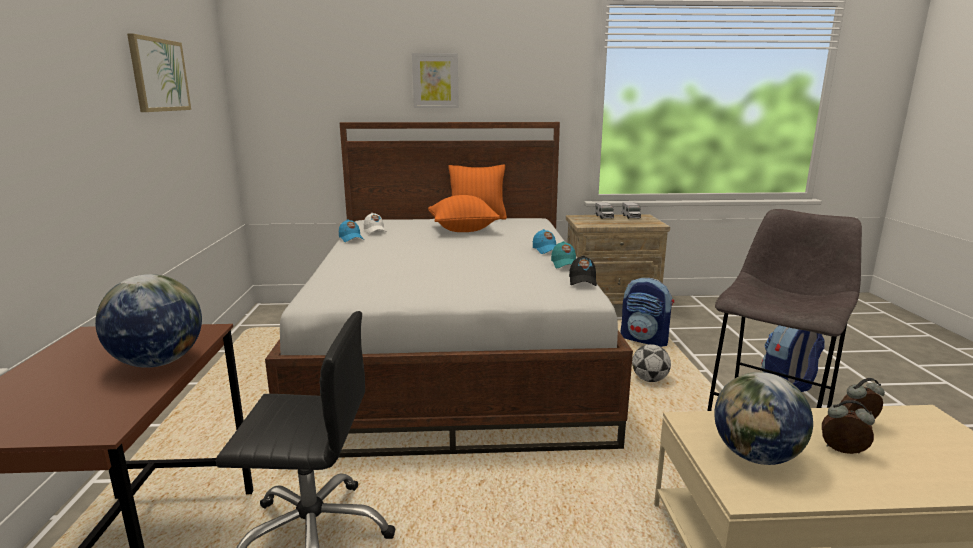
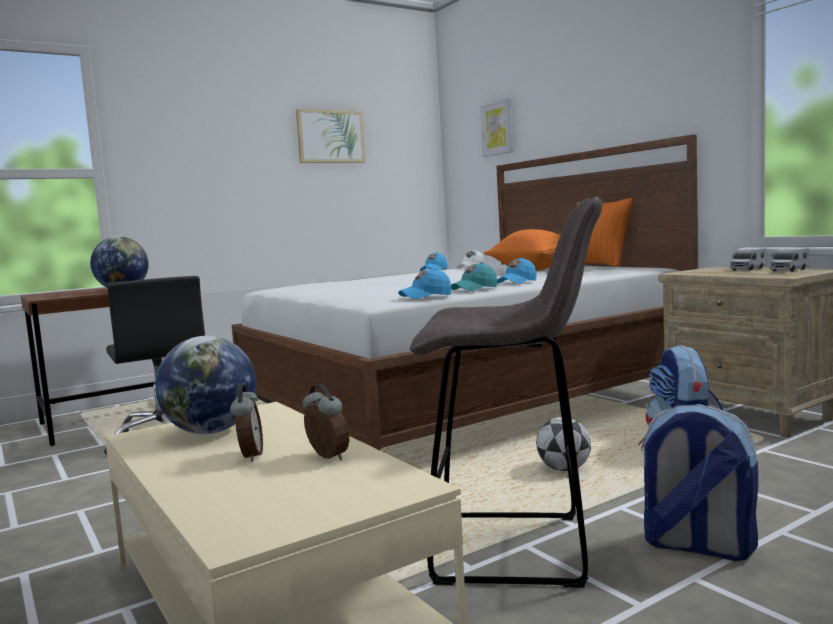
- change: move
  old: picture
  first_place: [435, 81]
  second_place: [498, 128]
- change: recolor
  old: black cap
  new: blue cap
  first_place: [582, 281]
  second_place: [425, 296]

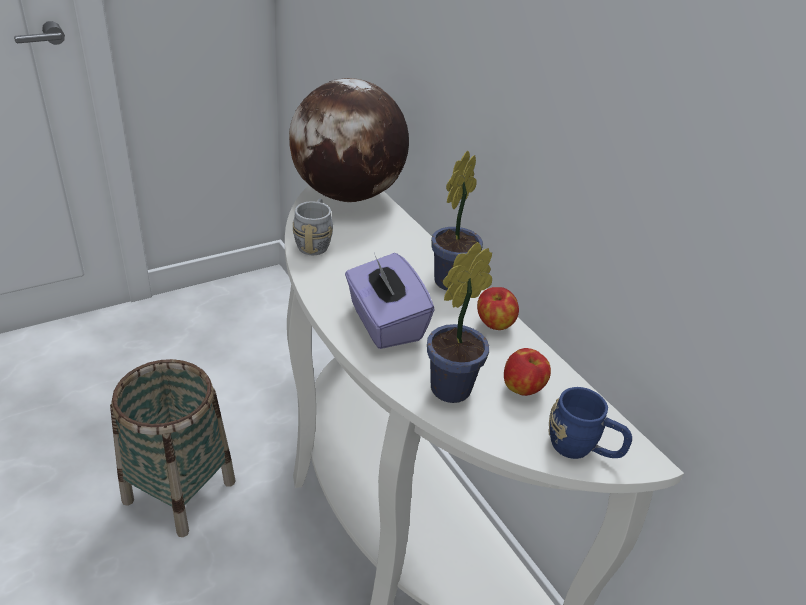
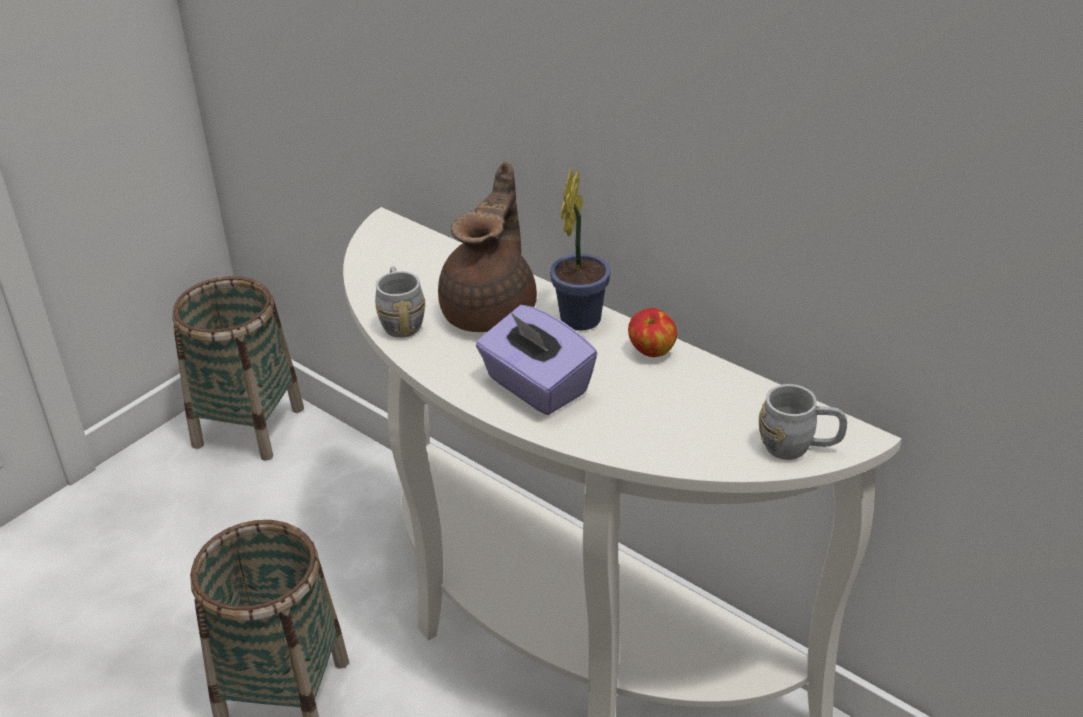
- change: delete
  old: globe
  first_place: [347, 195]
- change: delete
  old: potted plant
  first_place: [455, 386]
- change: delete
  old: apple
  first_place: [523, 388]
- change: insert
  new: basket
  second_place: [249, 426]
- change: insert
  new: brown teapot
  second_place: [492, 310]
- change: recolor
  old: blue mug
  new: grey mug
  first_place: [582, 449]
  second_place: [799, 447]

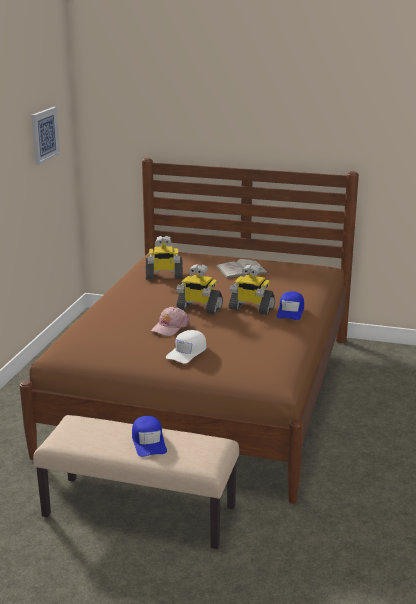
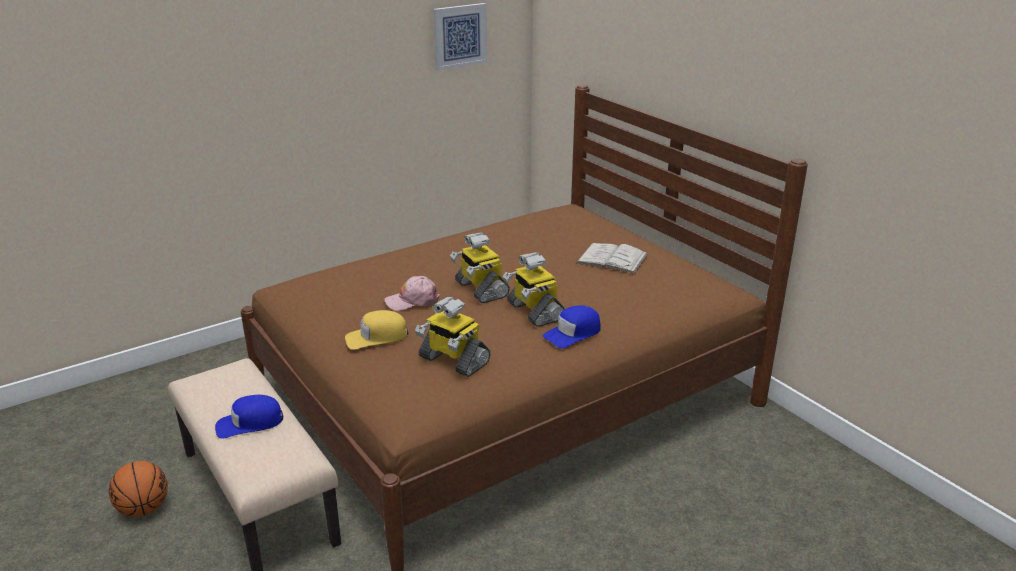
- change: insert
  new: basketball
  second_place: [144, 509]
- change: move
  old: toy robot
  first_place: [164, 276]
  second_place: [453, 361]
- change: recolor
  old: white cap
  new: yellow cap
  first_place: [187, 352]
  second_place: [376, 337]
- change: rotate
  old: blue cap
  first_place: [148, 442]
  second_place: [249, 423]
  degrees: 45

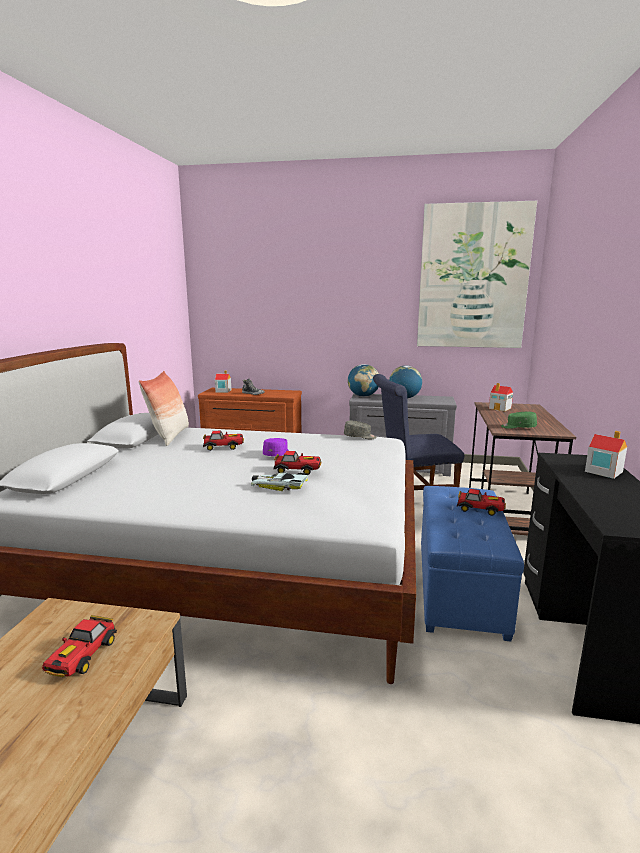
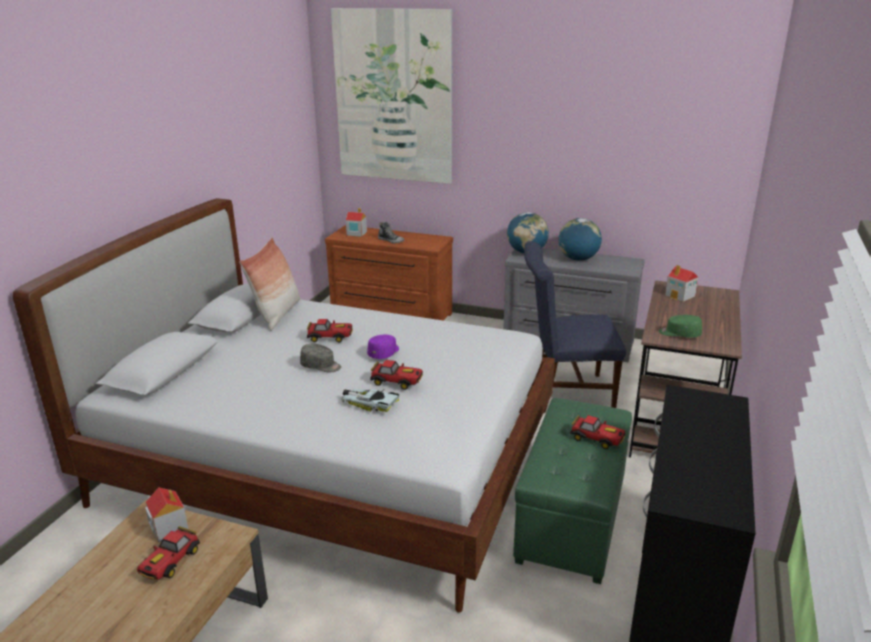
- change: move
  old: grey cap
  first_place: [360, 437]
  second_place: [321, 366]
- change: move
  old: picture
  first_place: [473, 277]
  second_place: [393, 97]
- change: move
  old: toy house
  first_place: [603, 471]
  second_place: [169, 527]
- change: recolor
  old: blue ottoman
  new: green ottoman
  first_place: [459, 589]
  second_place: [571, 518]

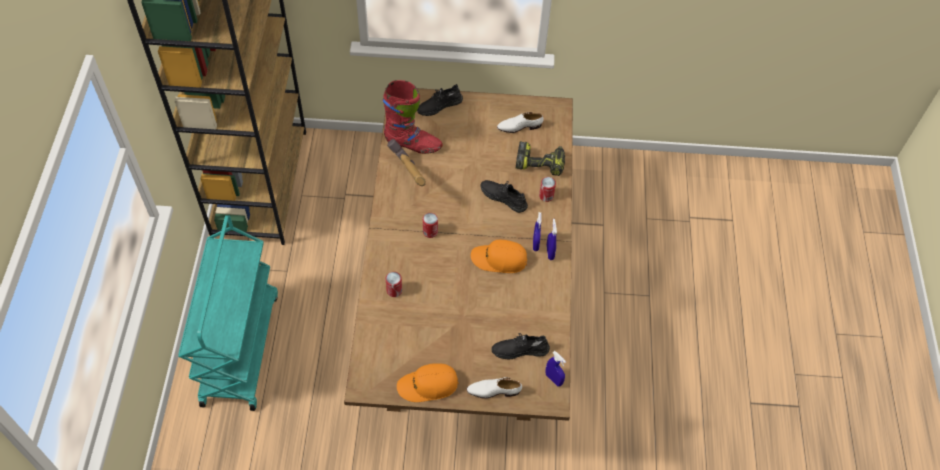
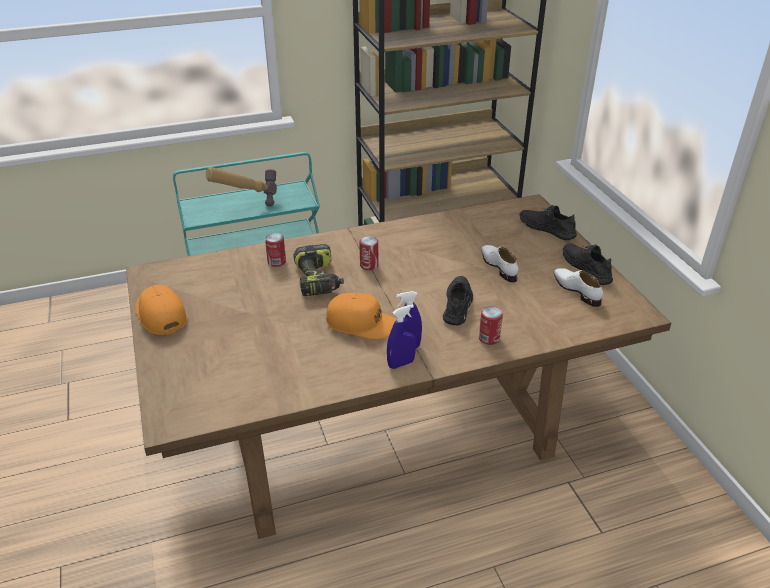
- change: delete
  old: red boot
  first_place: [413, 144]
- change: delete
  old: blue spray bottle
  first_place: [553, 379]
- change: move
  old: hammer
  first_place: [407, 184]
  second_place: [247, 209]
- change: move
  old: white shoe
  first_place: [493, 390]
  second_place: [499, 266]
- change: move
  old: black shoe
  first_place: [520, 349]
  second_place: [586, 268]
- change: move
  old: power drill
  first_place: [540, 162]
  second_place: [319, 280]
- change: rotate
  old: orange cap
  first_place: [499, 259]
  second_place: [363, 323]
  degrees: 120

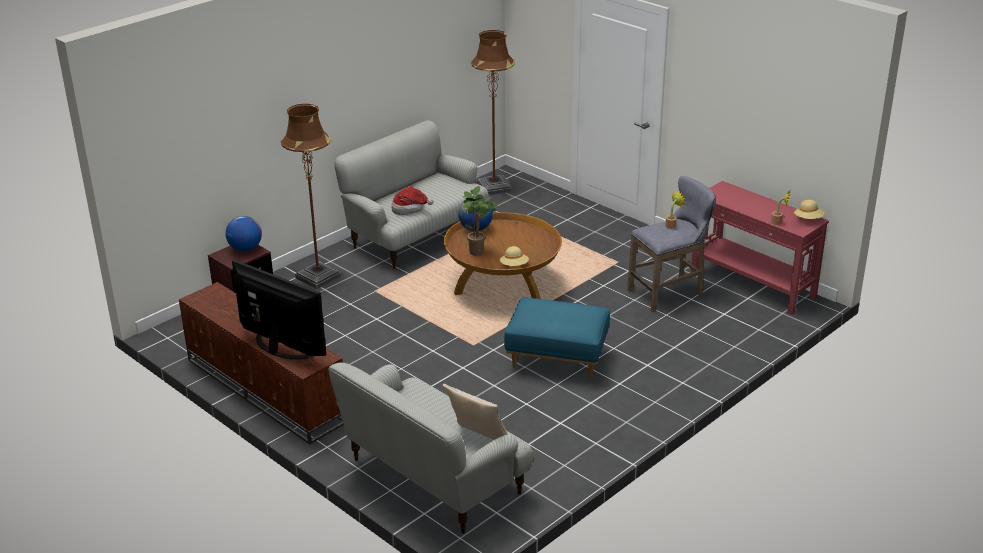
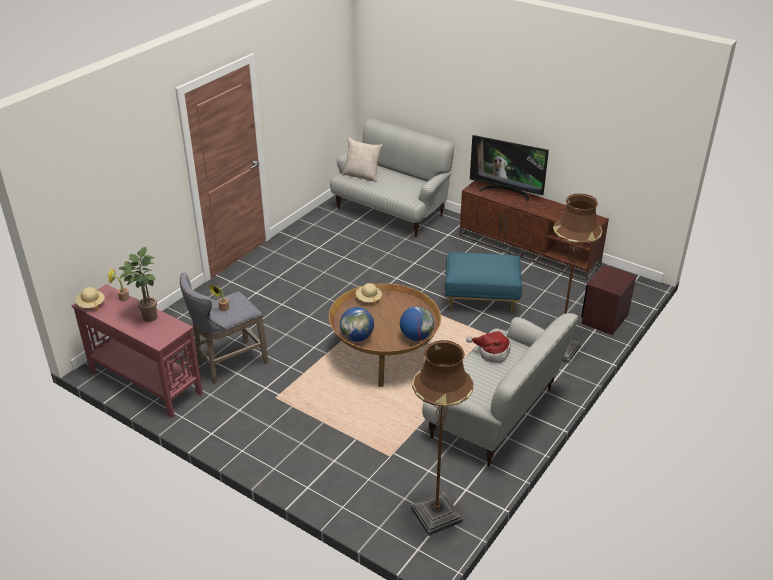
- change: move
  old: globe
  first_place: [245, 249]
  second_place: [357, 337]
- change: move
  old: potted plant
  first_place: [478, 253]
  second_place: [148, 316]
- change: move
  old: blue ottoman
  first_place: [556, 360]
  second_place: [481, 299]

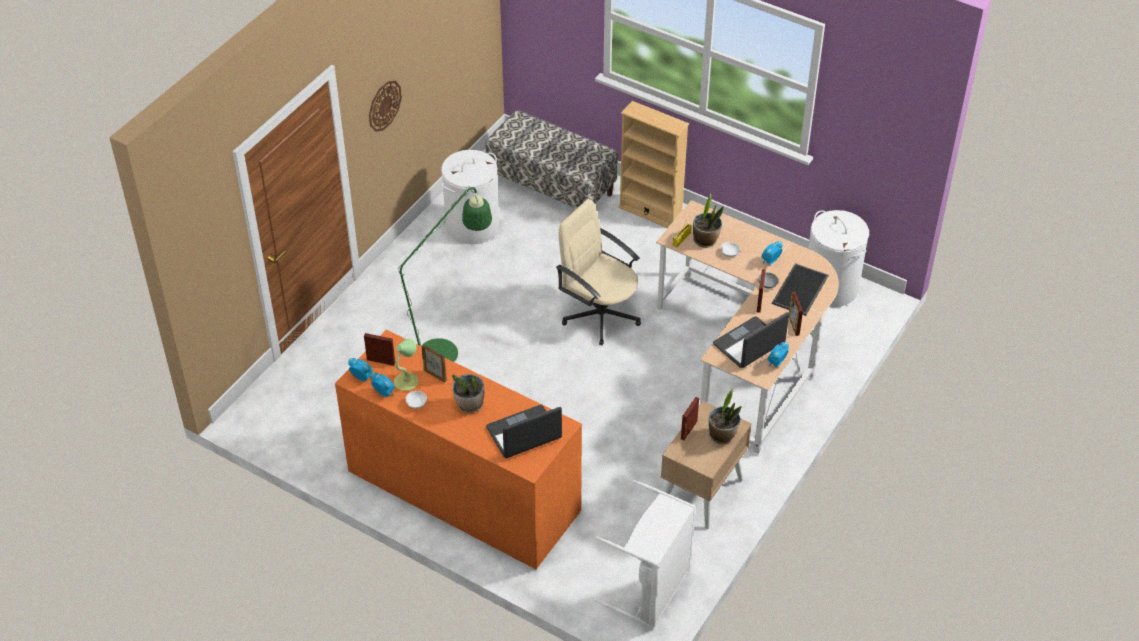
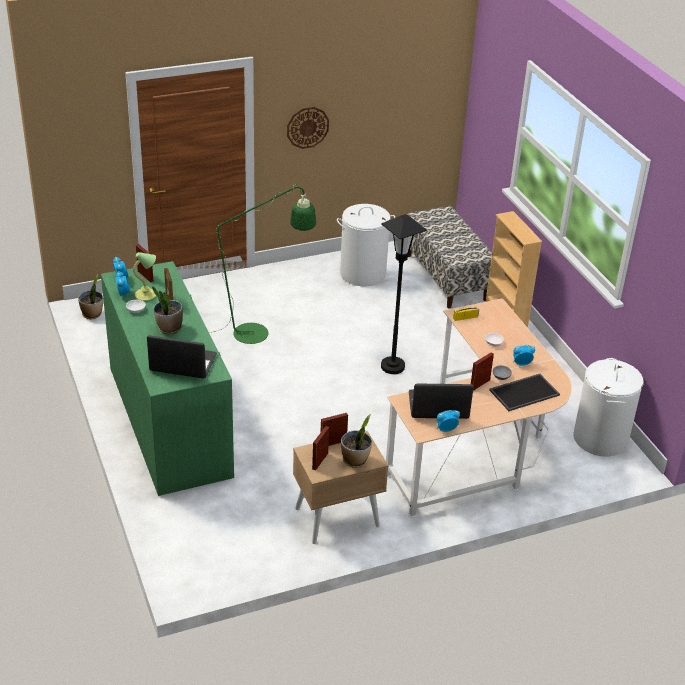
- change: delete
  old: white laundry basket
  first_place: [651, 590]
- change: move
  old: potted plant
  first_place: [705, 240]
  second_place: [92, 314]
- change: move
  old: picture frame
  first_place: [793, 325]
  second_place: [320, 461]
- change: replace
  old: beige office chair
  new: black floor lamp
  first_place: [600, 314]
  second_place: [392, 366]
- change: recolor
  old: orange dresser
  new: green dresser
  first_place: [463, 490]
  second_place: [169, 420]

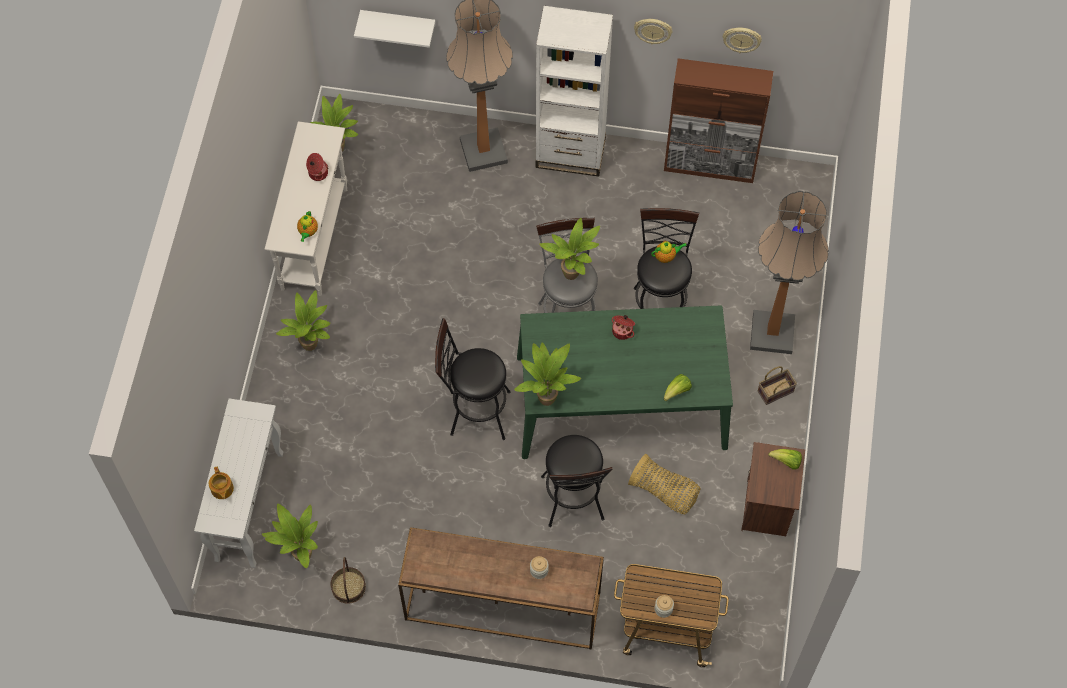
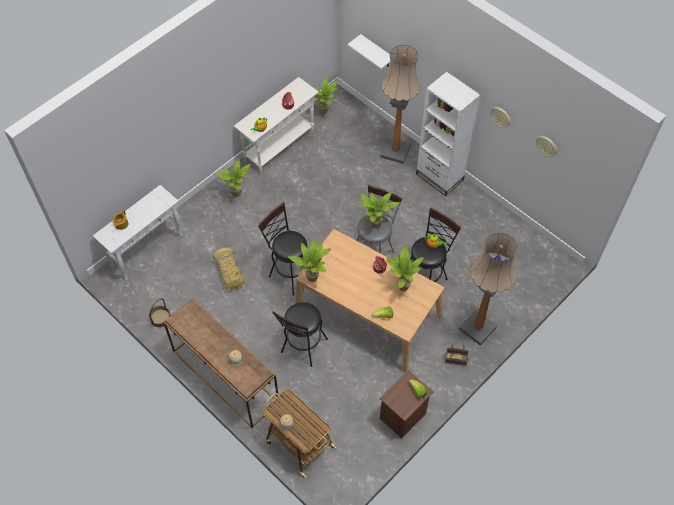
- change: delete
  old: brown cabinet
  first_place: [710, 165]
- change: move
  old: potted plant
  first_place: [300, 556]
  second_place: [401, 287]
- change: move
  old: basket
  first_place: [664, 492]
  second_place: [230, 275]
- change: recolor
  old: green dining table
  new: beige dining table
  first_place: [621, 402]
  second_place: [368, 313]

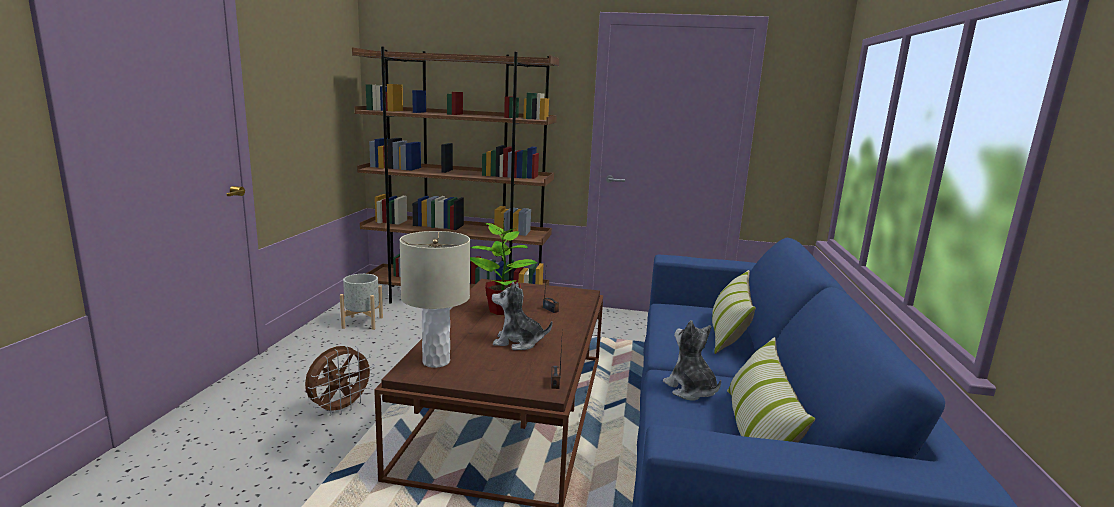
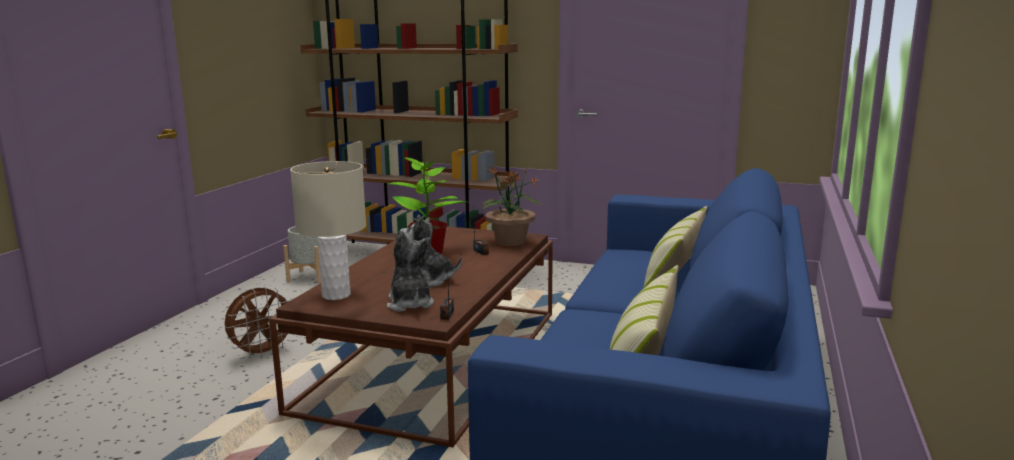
- change: insert
  new: potted plant
  second_place: [510, 242]
- change: move
  old: plush toy
  first_place: [690, 390]
  second_place: [409, 304]

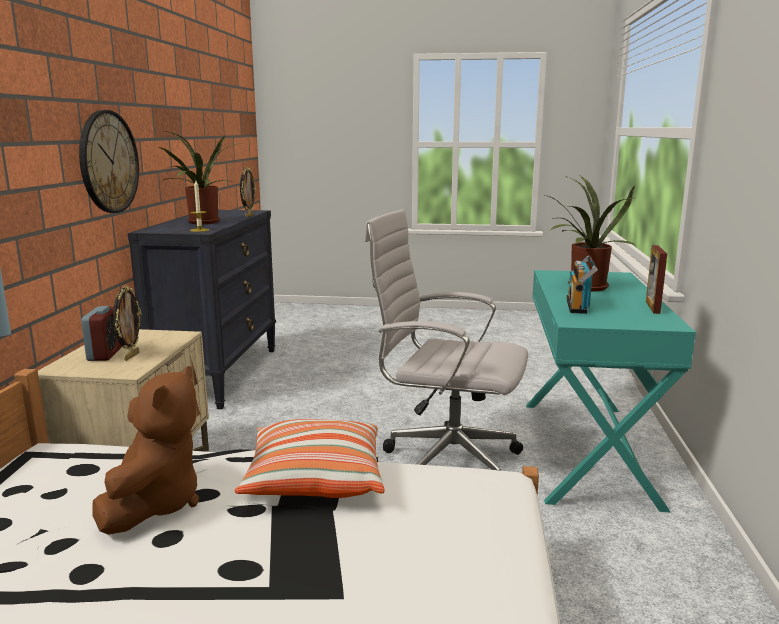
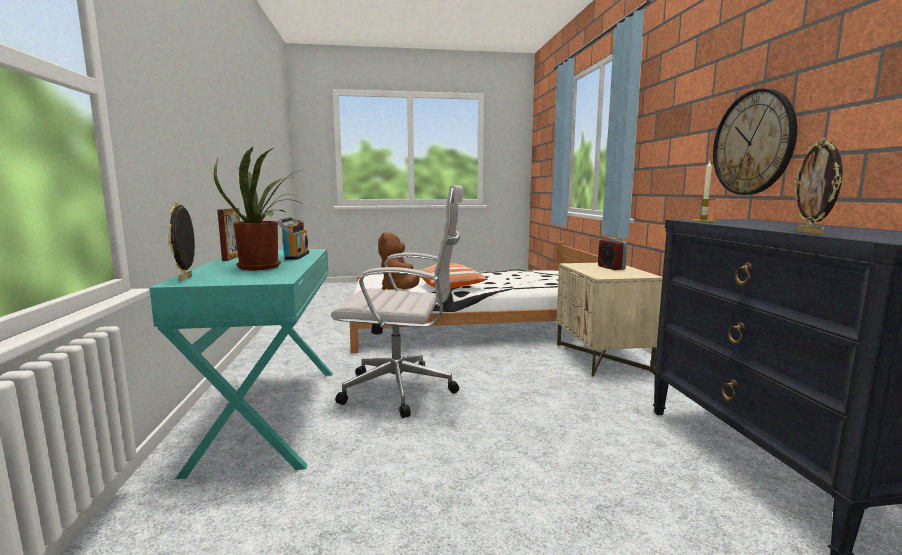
- change: delete
  old: potted plant
  first_place: [203, 223]
- change: move
  old: brown plush toy
  first_place: [154, 504]
  second_place: [400, 290]
- change: move
  old: picture frame
  first_place: [131, 356]
  second_place: [187, 278]

